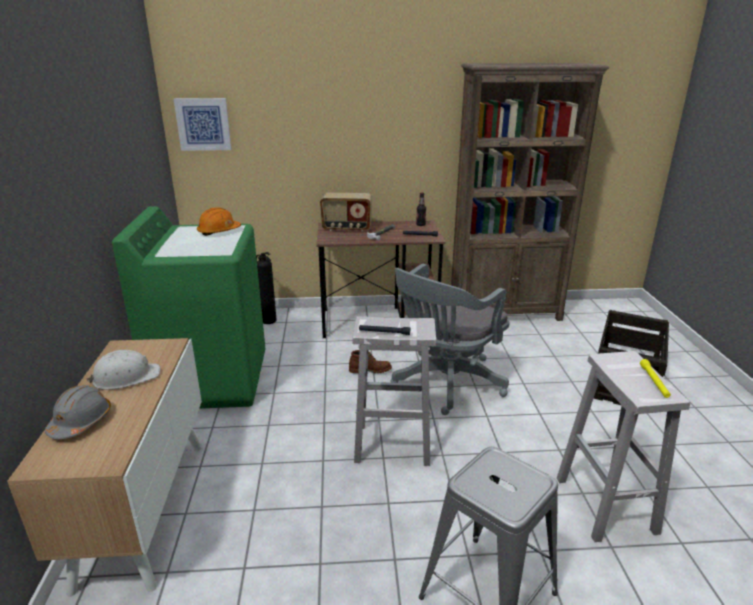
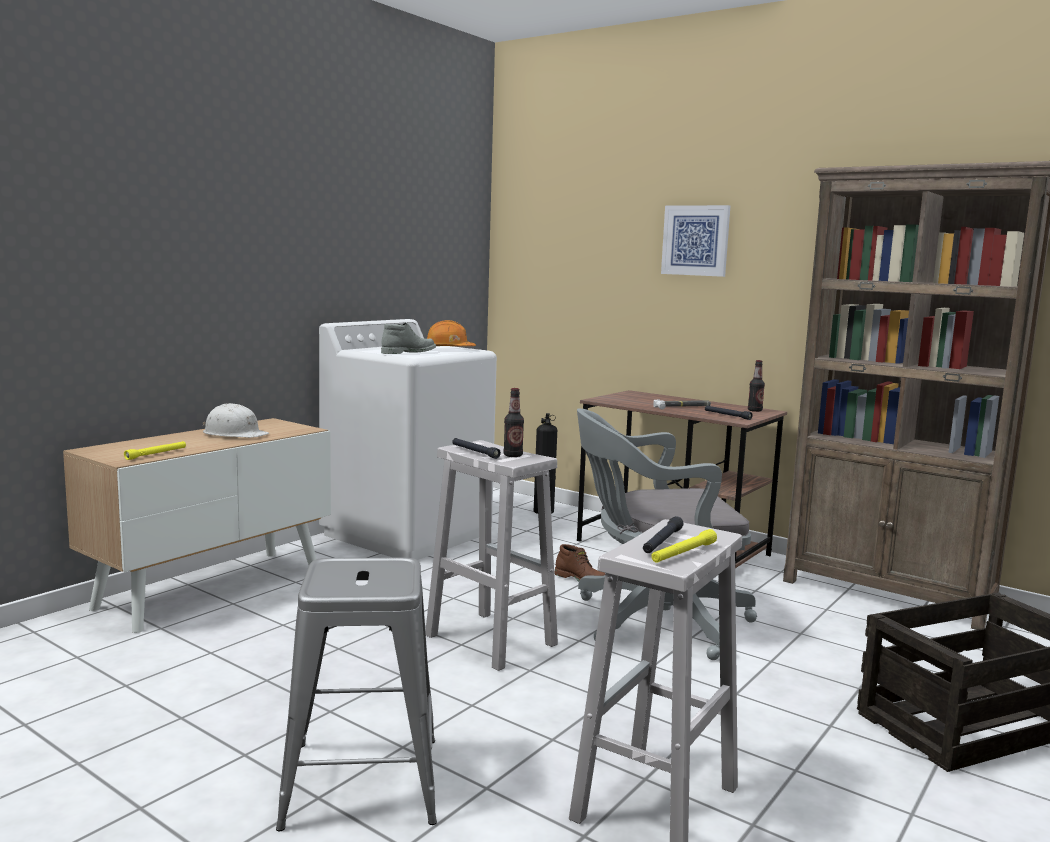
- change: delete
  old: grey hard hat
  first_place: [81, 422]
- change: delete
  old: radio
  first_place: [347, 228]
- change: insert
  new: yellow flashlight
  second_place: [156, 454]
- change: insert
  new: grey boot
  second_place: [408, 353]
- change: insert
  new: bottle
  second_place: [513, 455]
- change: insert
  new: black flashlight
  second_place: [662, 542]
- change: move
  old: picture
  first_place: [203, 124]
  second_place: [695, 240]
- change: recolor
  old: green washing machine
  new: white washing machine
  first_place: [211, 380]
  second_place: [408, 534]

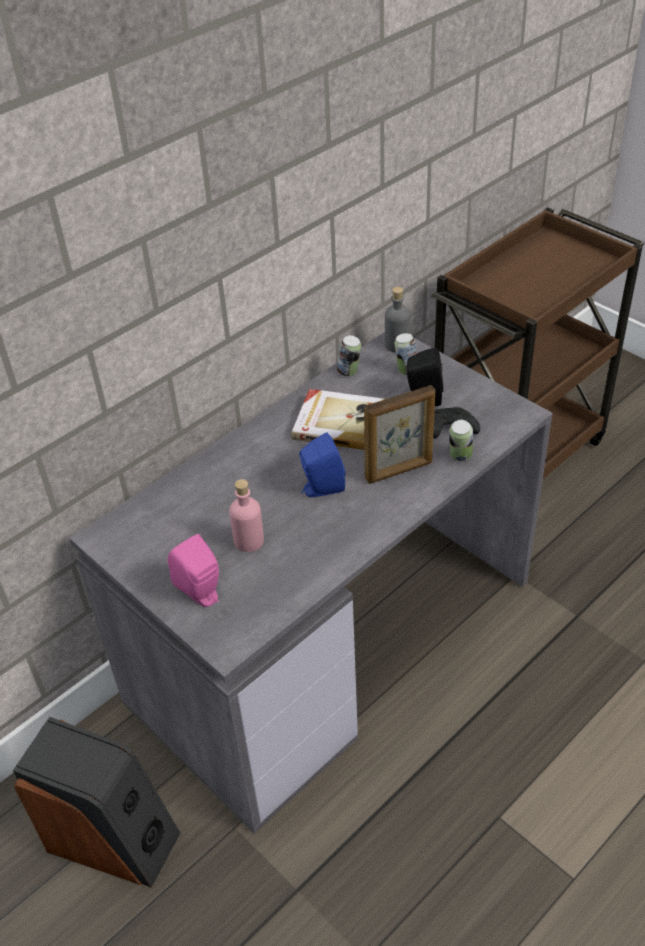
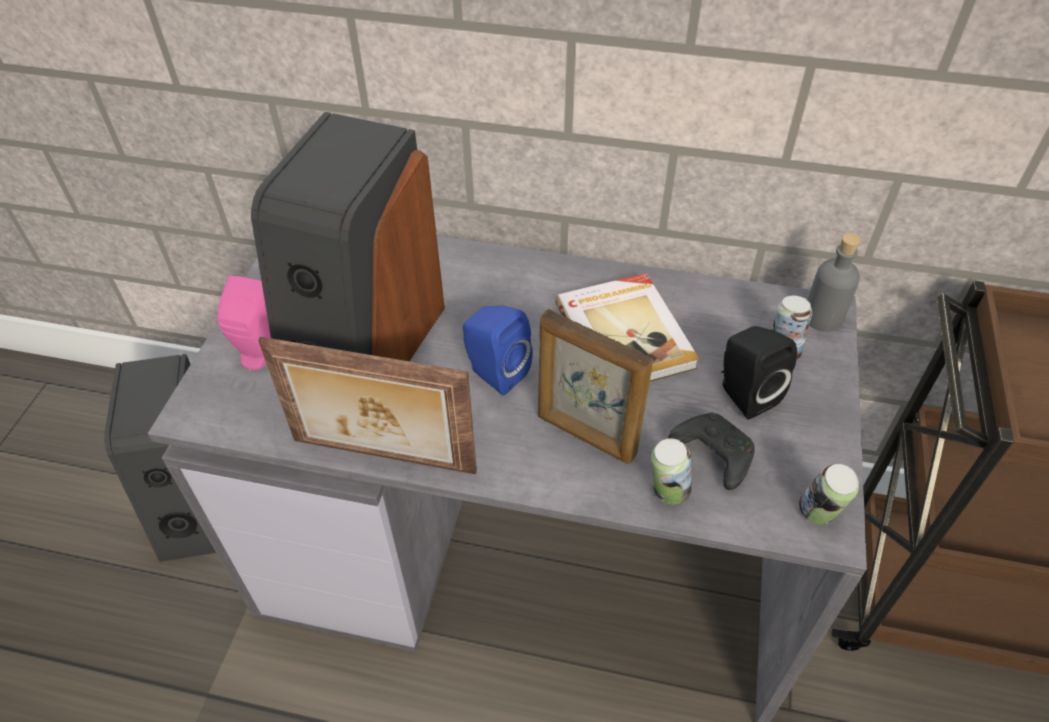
- change: insert
  new: picture frame
  second_place: [383, 458]
- change: move
  old: can
  first_place: [349, 372]
  second_place: [818, 514]
- change: replace
  old: pink bottle
  new: speaker
  first_place: [249, 541]
  second_place: [364, 350]

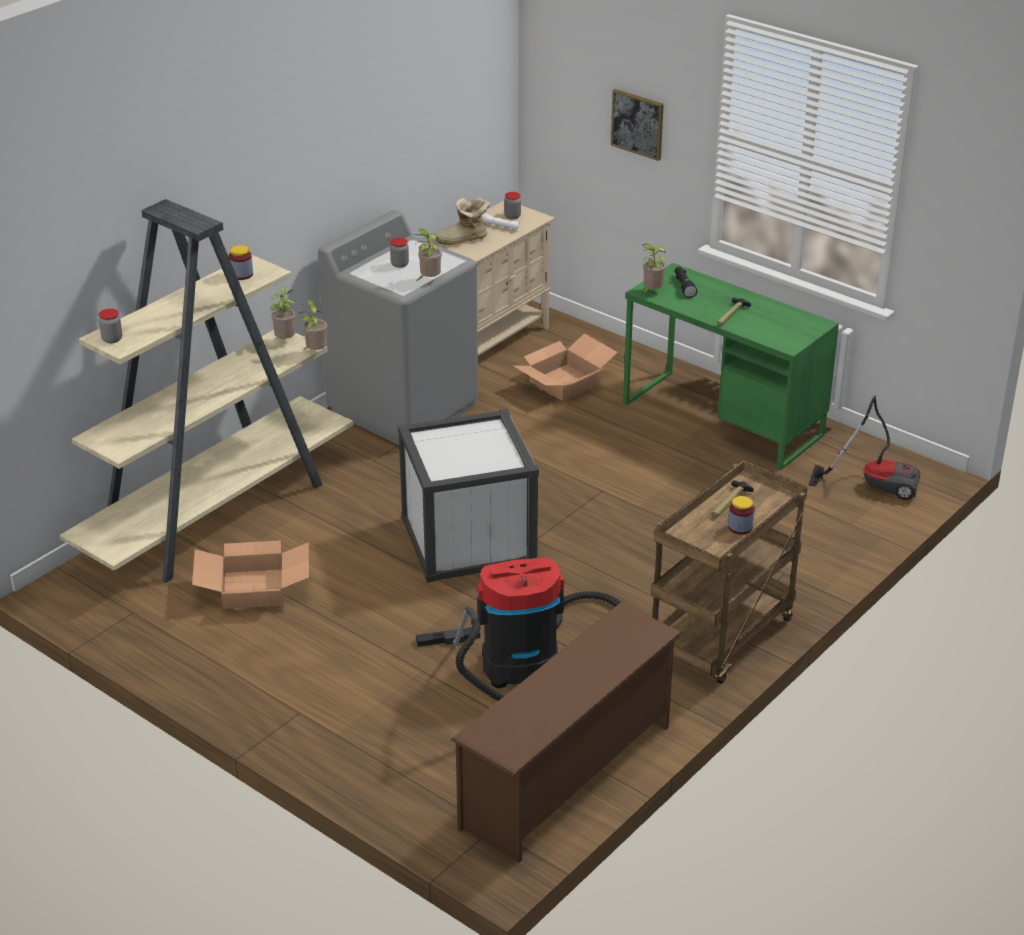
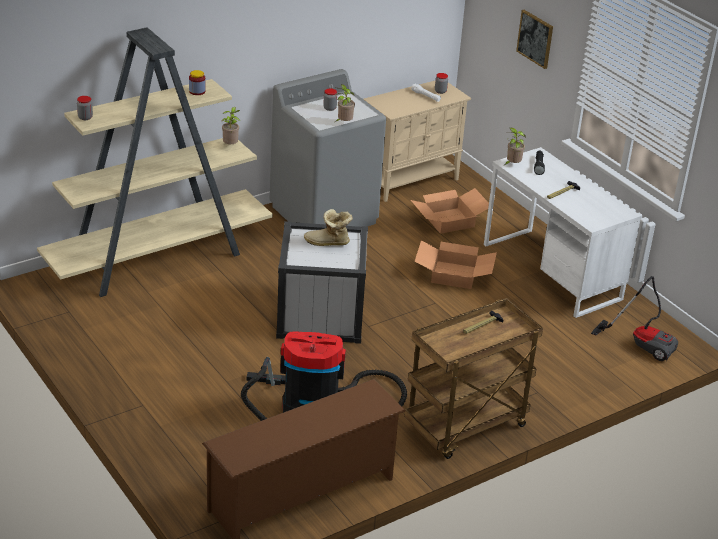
- change: delete
  old: potted plant
  first_place: [315, 352]
- change: delete
  old: jar
  first_place: [740, 527]
- change: move
  old: cardboard box
  first_place: [255, 588]
  second_place: [454, 274]
- change: move
  old: boot
  first_place: [463, 240]
  second_place: [328, 243]
- change: recolor
  old: green desk
  new: white desk
  first_place: [722, 419]
  second_place: [551, 272]

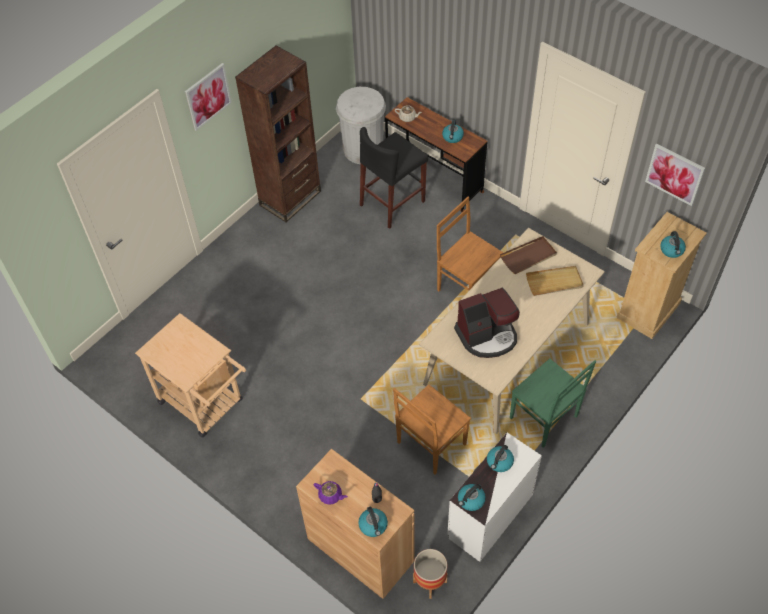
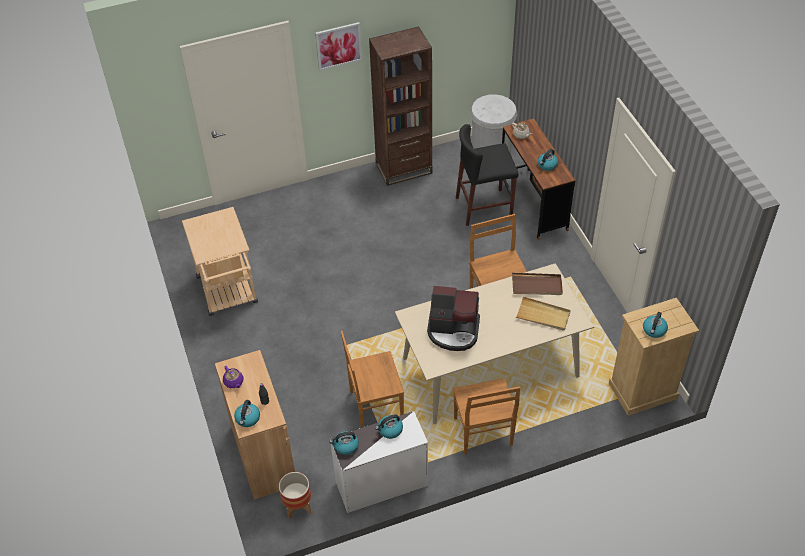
- change: delete
  old: picture
  first_place: [675, 174]
- change: recolor
  old: green chair
  new: brown chair
  first_place: [545, 418]
  second_place: [483, 433]

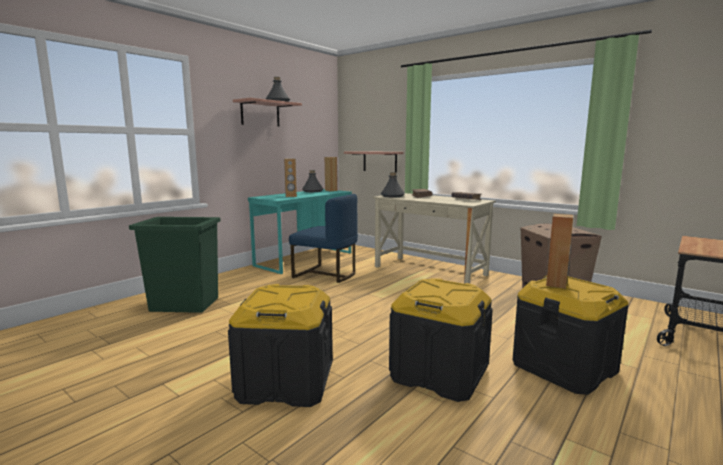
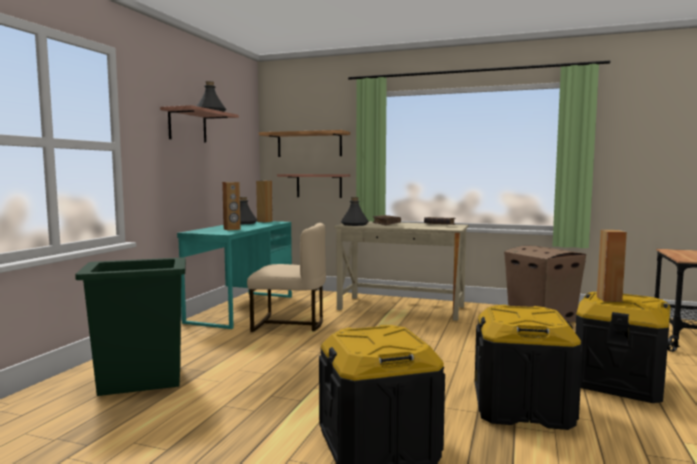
- change: insert
  new: shelf
  second_place: [309, 144]
- change: recolor
  old: blue chair
  new: beige chair
  first_place: [326, 274]
  second_place: [289, 324]

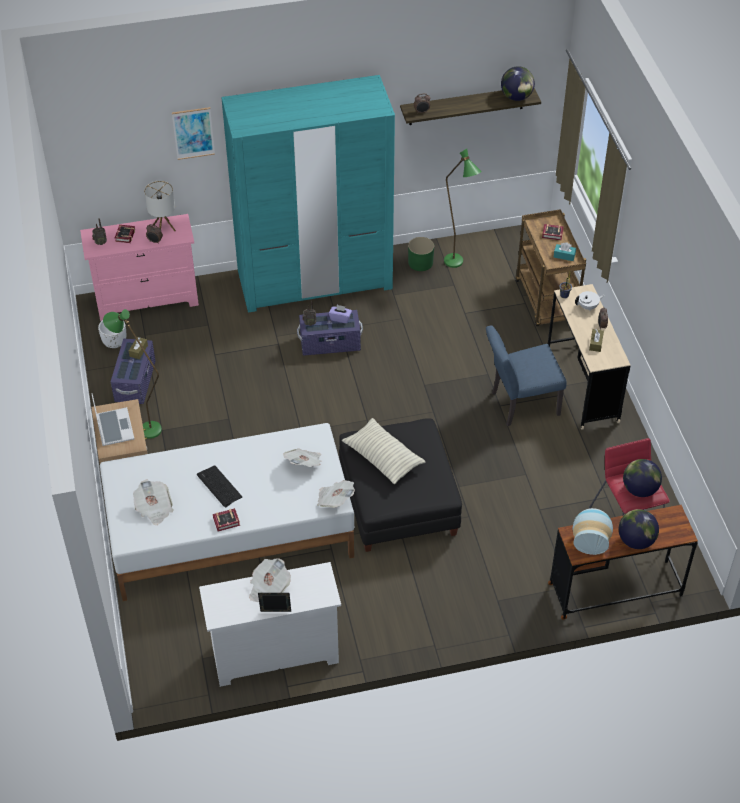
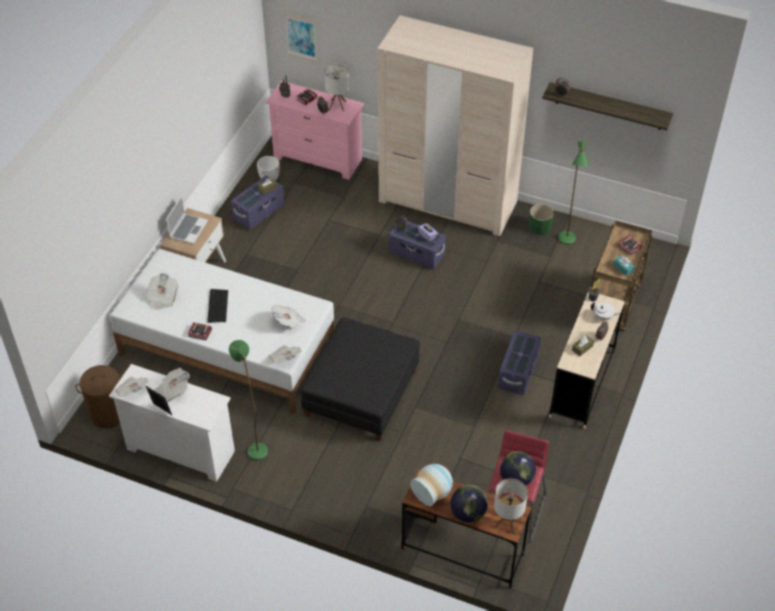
- change: delete
  old: pillow
  first_place: [383, 458]
- change: delete
  old: globe
  first_place: [516, 97]
- change: insert
  new: brown laundry basket
  second_place: [108, 413]
- change: insert
  new: newspaper
  second_place: [132, 391]
- change: insert
  new: table lamp
  second_place: [507, 522]
- change: move
  old: green floor lamp
  first_place: [144, 427]
  second_place: [255, 446]
- change: move
  old: picture
  first_place: [193, 133]
  second_place: [301, 37]
- change: replace
  old: blue chair
  new: purple storage box
  first_place: [520, 404]
  second_place: [518, 372]
- change: recolor
  old: turquoise wardrobe
  new: beige wardrobe
  first_place: [314, 280]
  second_place: [447, 202]

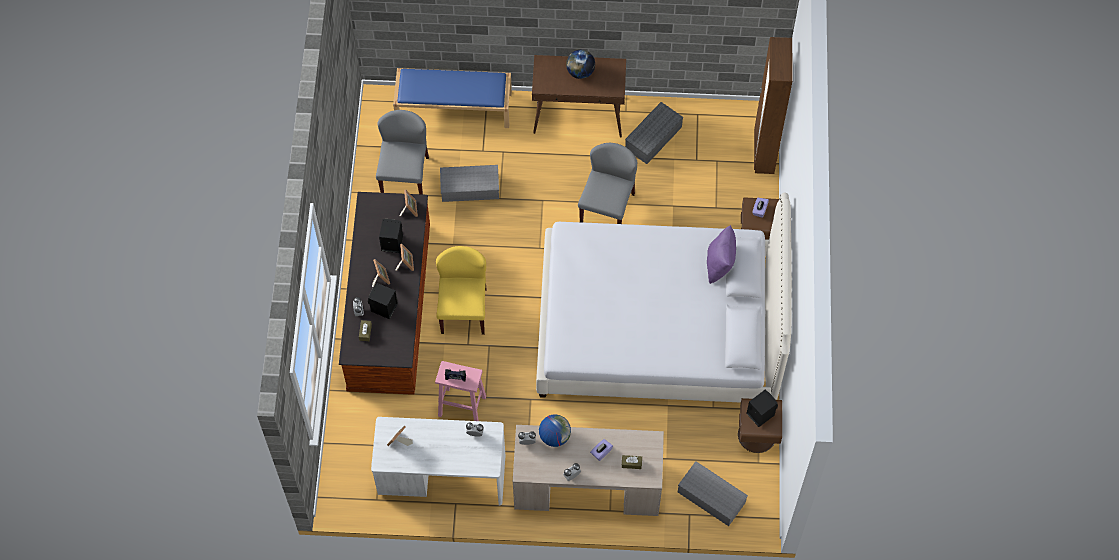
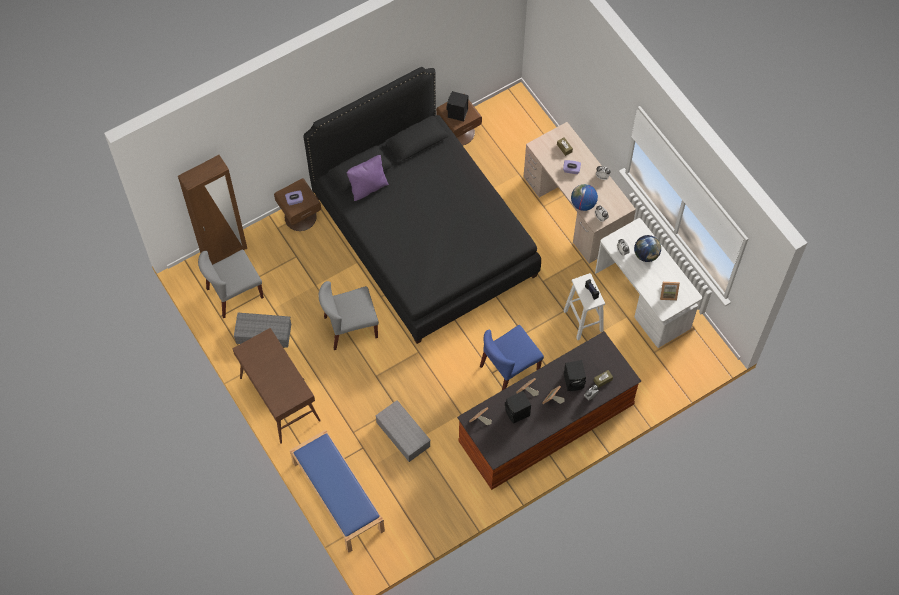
- change: delete
  old: grey storage box
  first_place: [710, 497]
- change: move
  old: grey chair
  first_place: [405, 176]
  second_place: [234, 293]
- change: move
  old: globe
  first_place: [580, 72]
  second_place: [646, 255]
- change: recolor
  old: pink stool
  new: white stool
  first_place: [463, 406]
  second_place: [582, 320]
- change: recolor
  old: yellow chair
  new: blue chair
  first_place: [463, 310]
  second_place: [509, 369]
- change: recolor
  old: white bed
  new: black bed
  first_place: [659, 327]
  second_place: [423, 235]

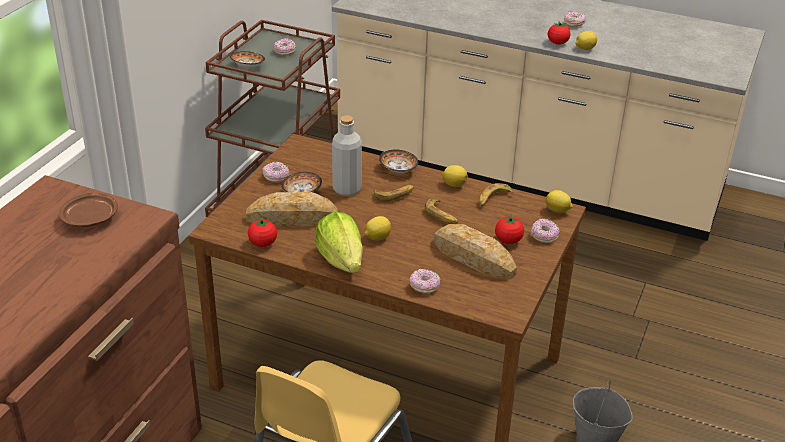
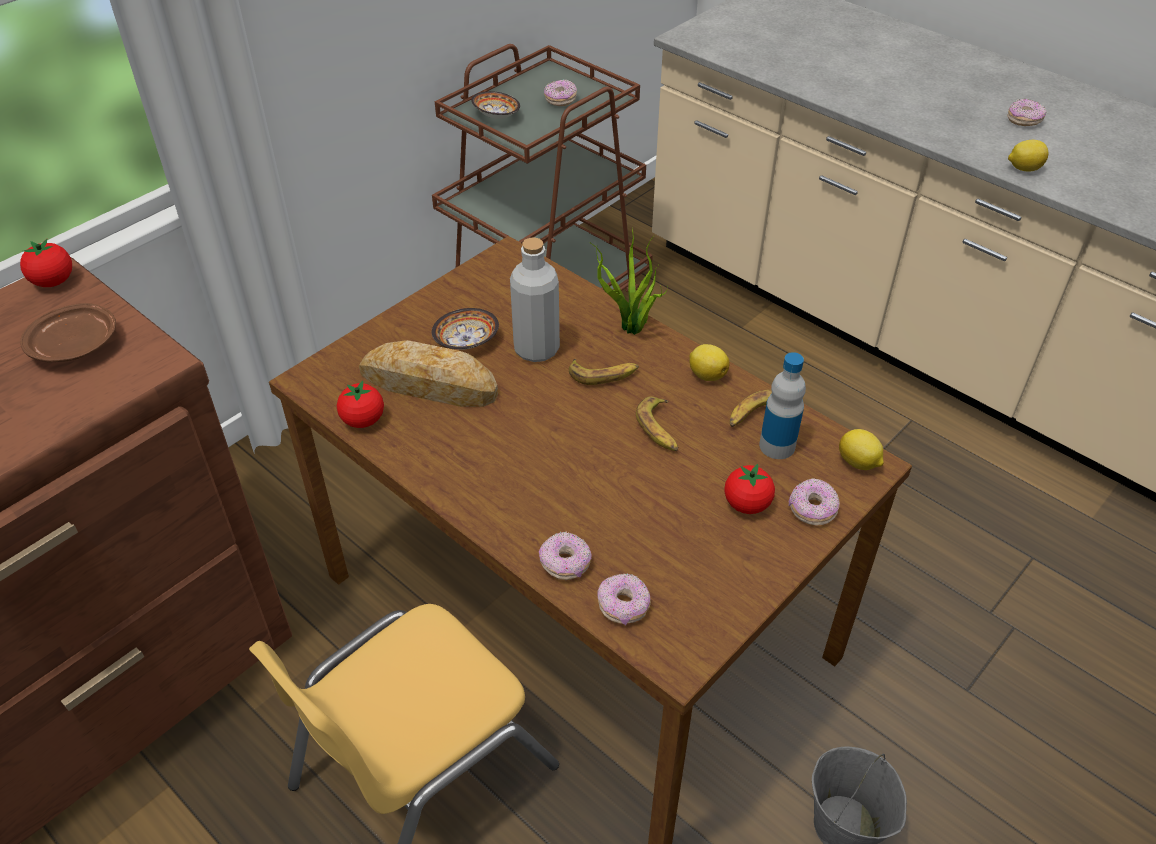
- change: delete
  old: lettuce
  first_place: [341, 260]
- change: delete
  old: lemon
  first_place: [377, 237]
- change: delete
  old: bread
  first_place: [473, 257]
- change: insert
  new: bottle
  second_place: [777, 446]
- change: move
  old: donut
  first_place: [276, 177]
  second_place: [623, 606]
- change: move
  old: tomato
  first_place: [557, 43]
  second_place: [53, 281]
- change: replace
  old: bowl
  new: potted plant
  first_place: [398, 170]
  second_place: [632, 330]

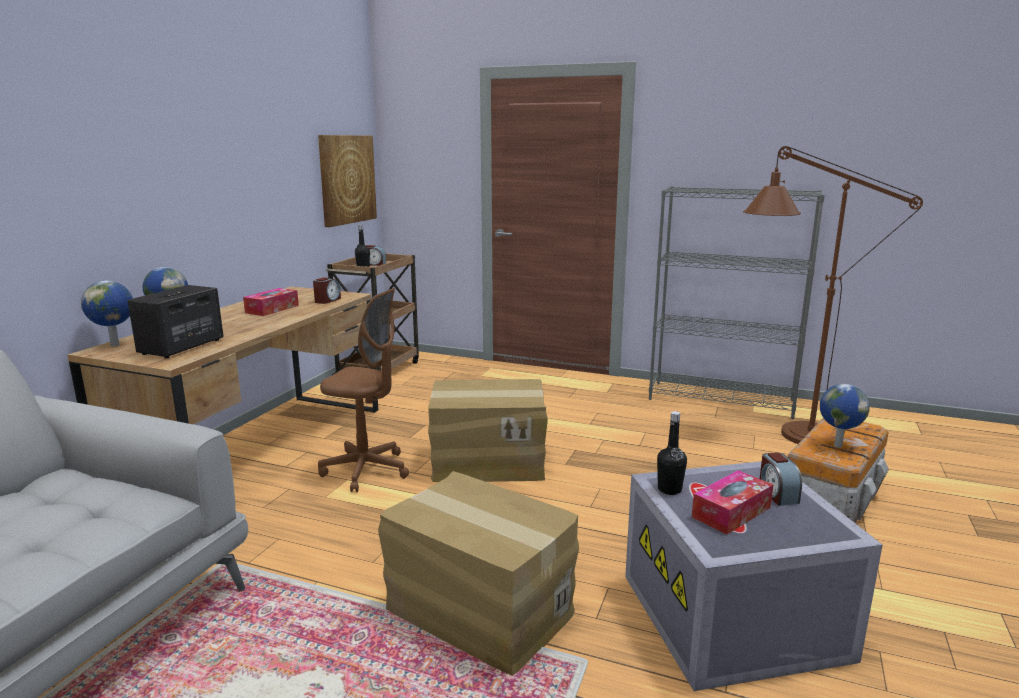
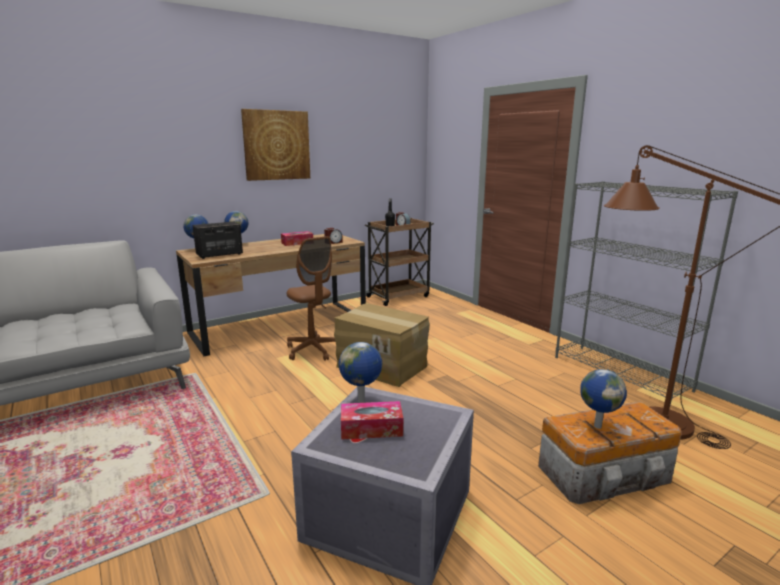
- change: delete
  old: cardboard box
  first_place: [478, 611]
- change: delete
  old: alarm clock
  first_place: [777, 494]
- change: move
  old: picture
  first_place: [347, 179]
  second_place: [276, 145]
- change: replace
  old: black bottle
  new: globe
  first_place: [669, 489]
  second_place: [362, 401]

